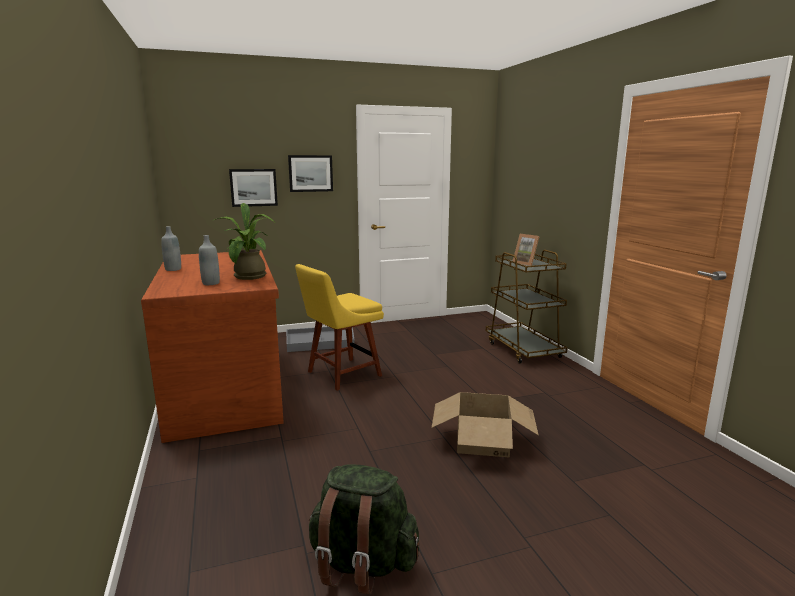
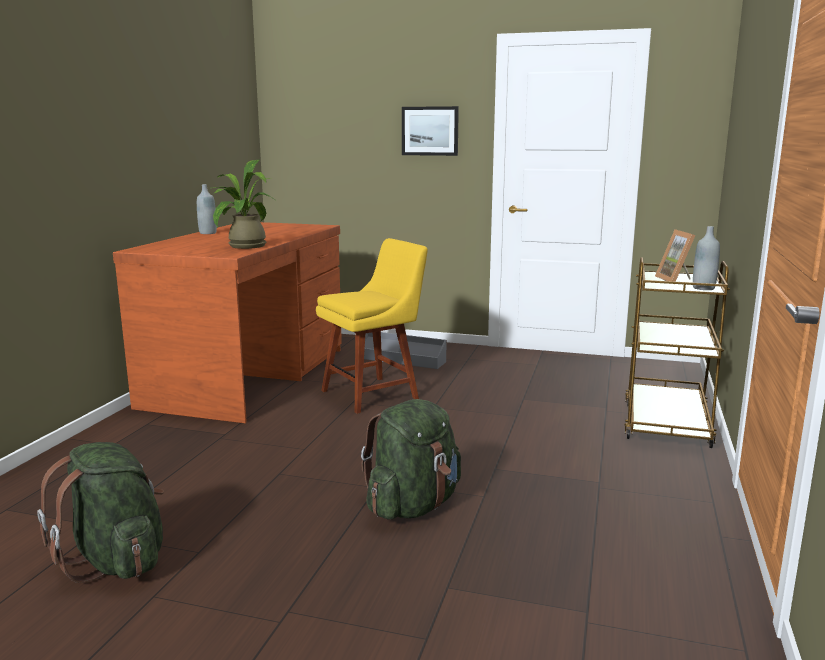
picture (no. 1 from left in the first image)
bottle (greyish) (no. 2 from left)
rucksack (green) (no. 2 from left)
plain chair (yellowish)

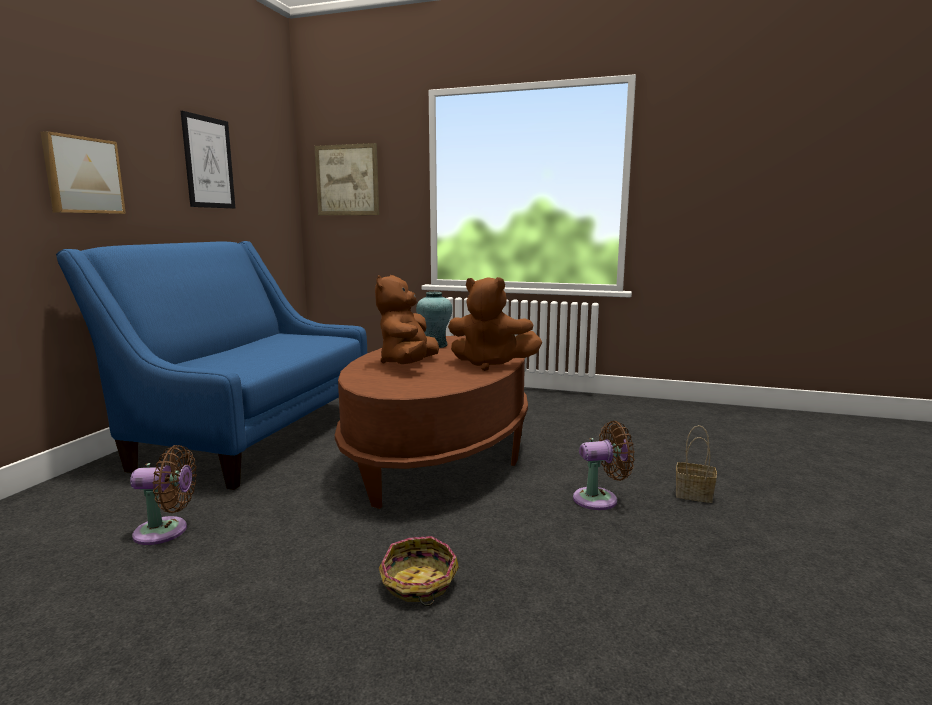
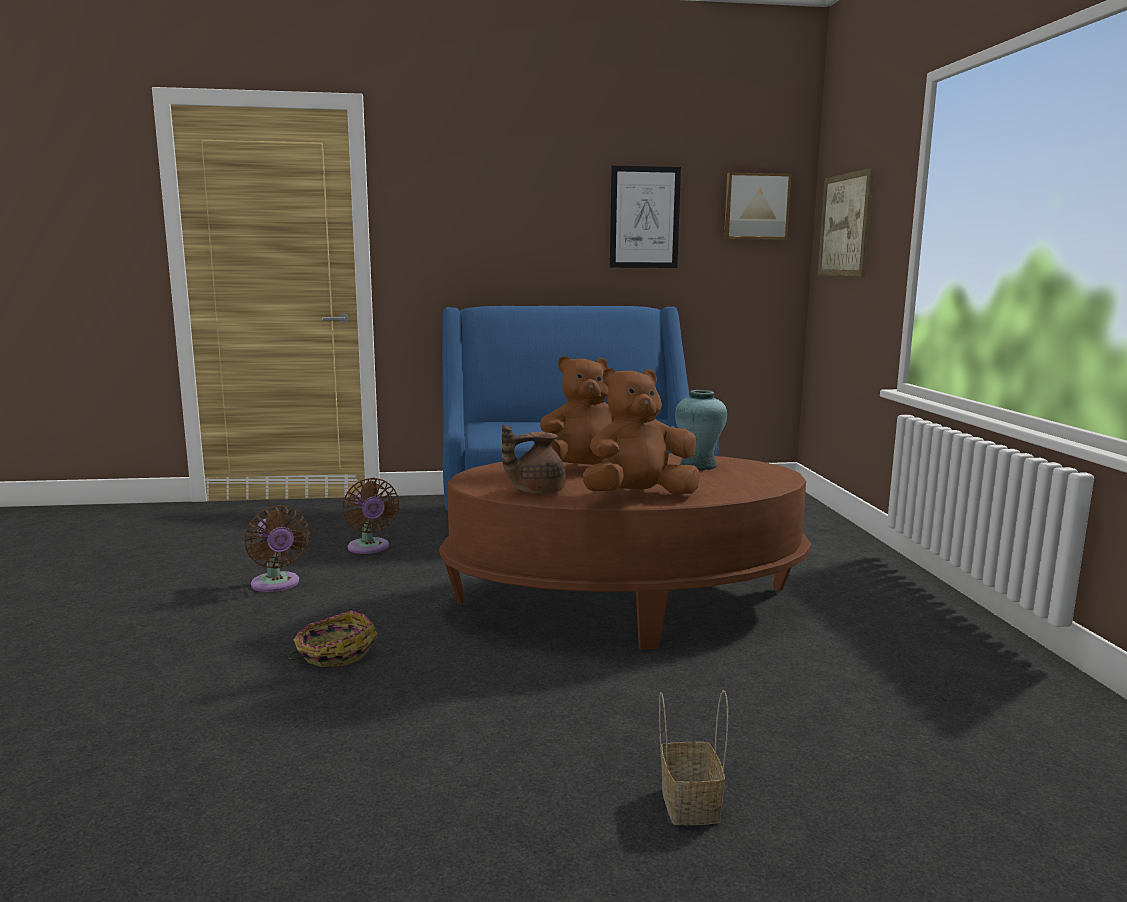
tea pot (brownish)
picture (no. 2 from left)
electric fan (brownish) (no. 1 from left)
cuddly toy (brownish) (no. 2 from left)

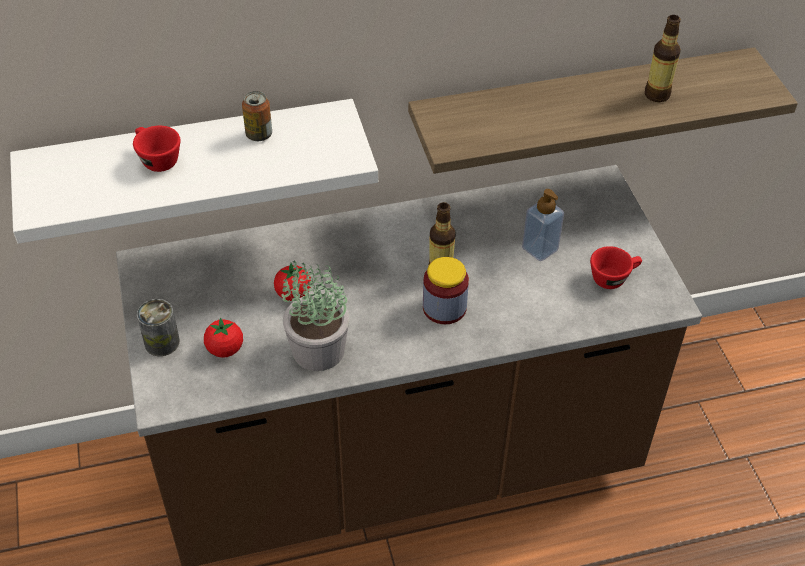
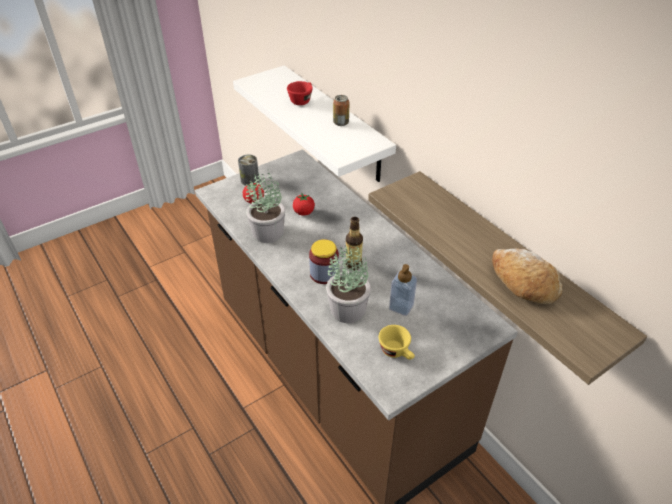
houseplant (no. 2 from left)
baked bread
drinking cup (yellowish)

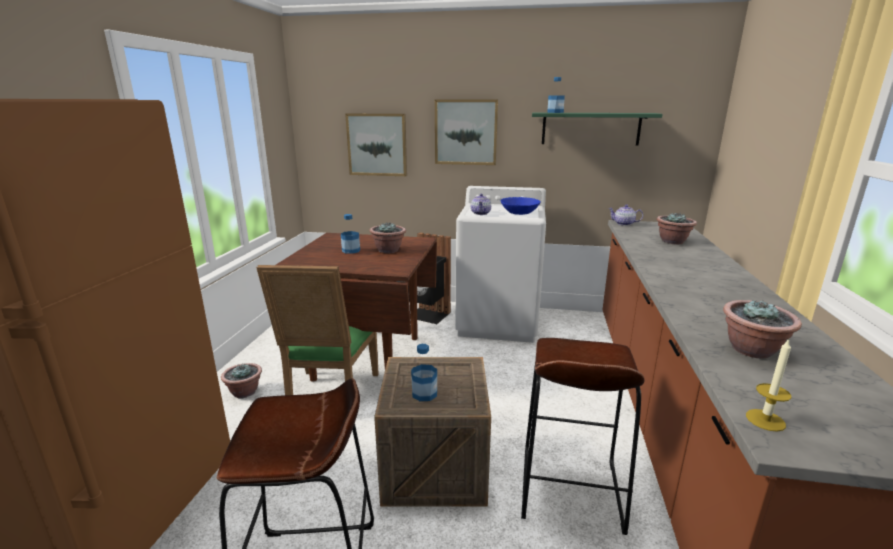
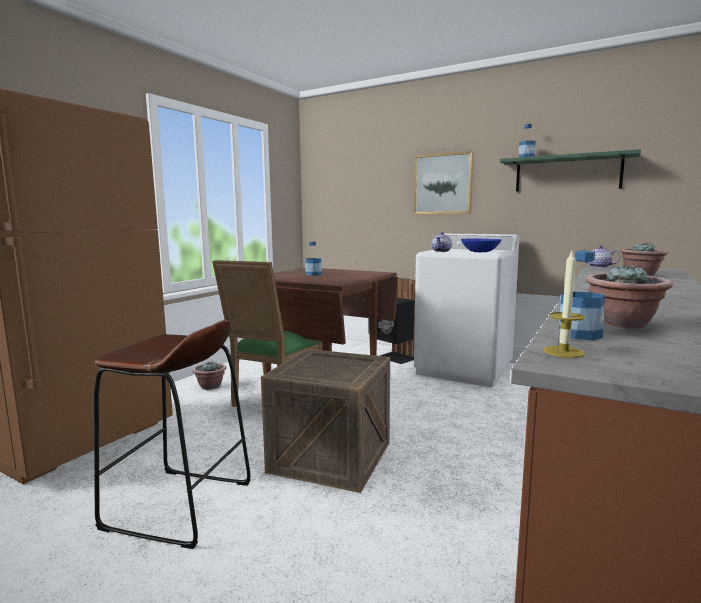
picture (no. 1 from left in the first image)
houseplant (no. 2 from left in the first image)
sitting stool (brownish) (no. 2 from left in the first image)
bottle (no. 3 from left)

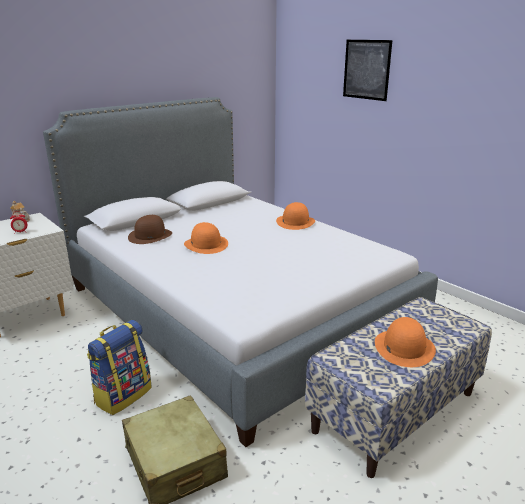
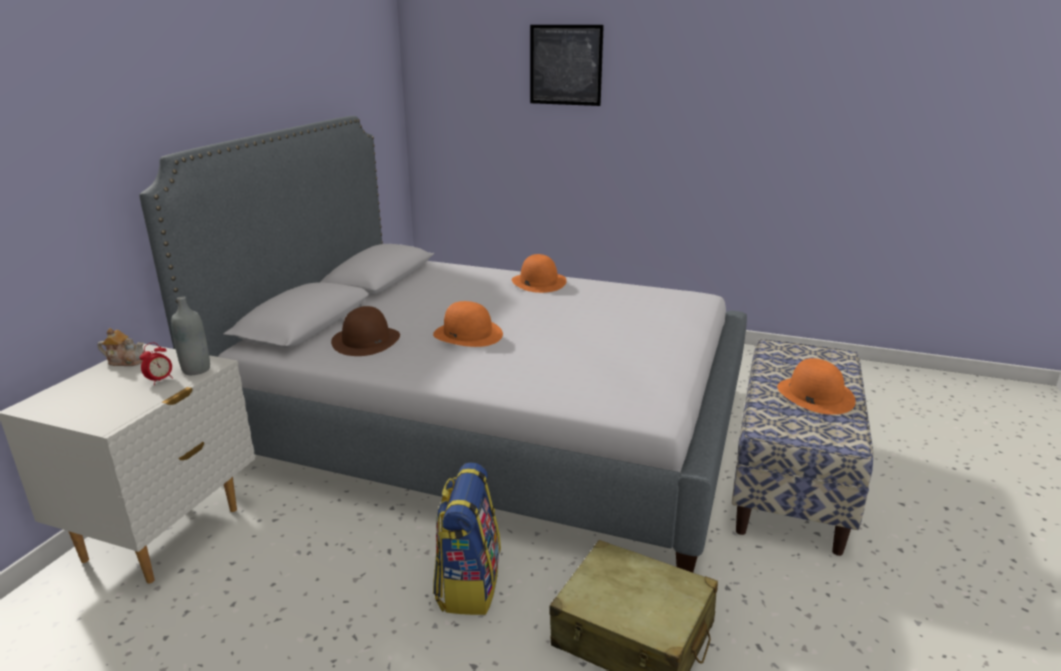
bottle (greyish)

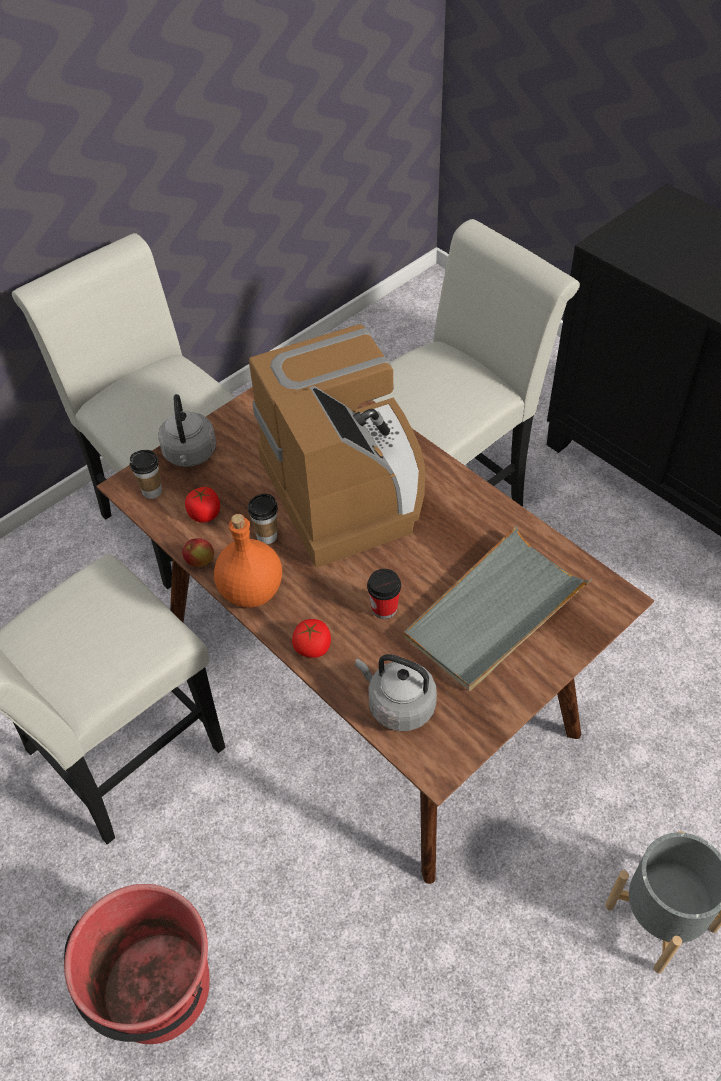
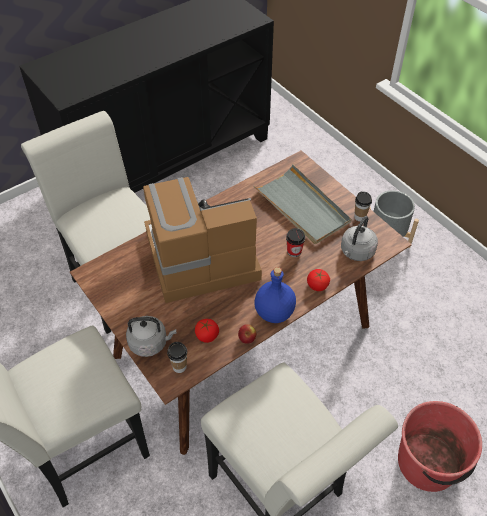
drinking cup (no. 3 from left)
bottle (blue)

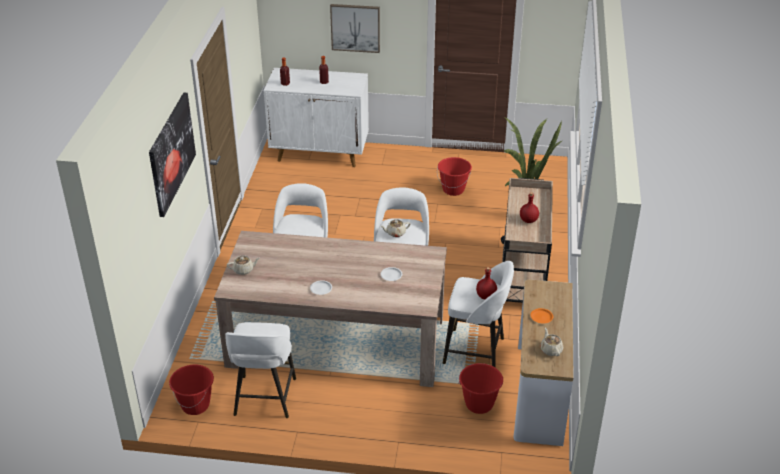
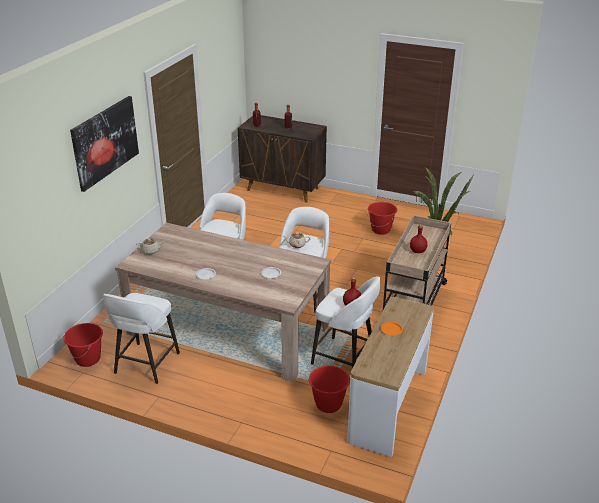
picture (no. 2 from left in the first image)
tea pot (beige) (no. 3 from left in the first image)
storage cabinet (brownish)

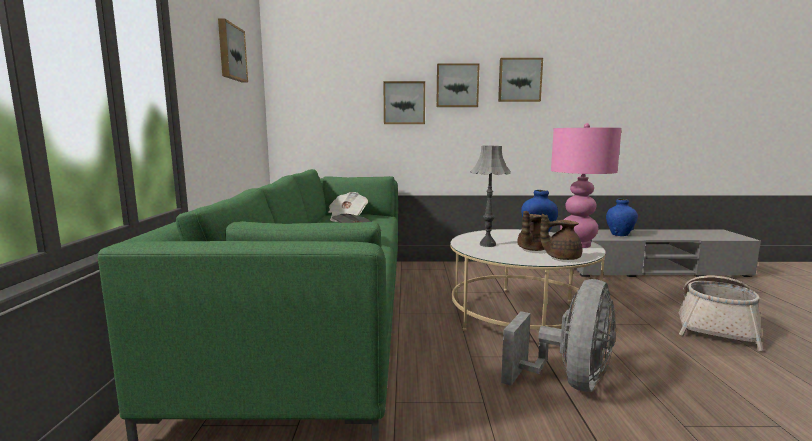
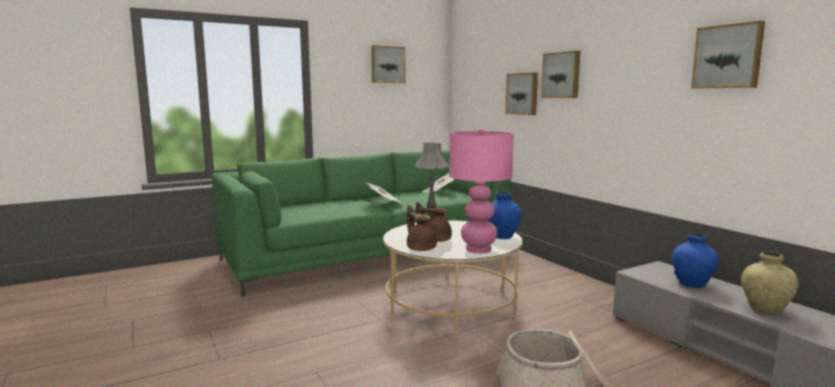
electric fan (greyish)
decorative vase (beige)
picture (no. 4 from left)

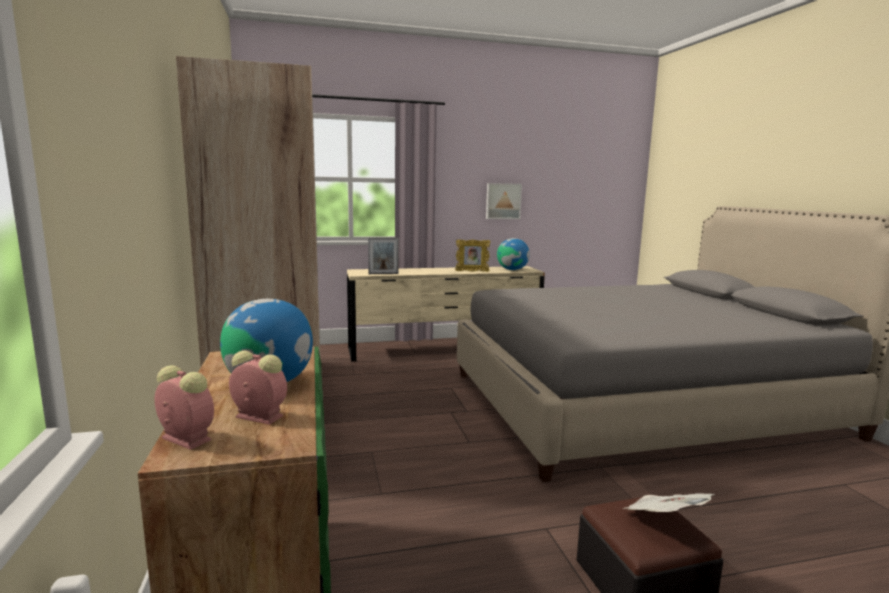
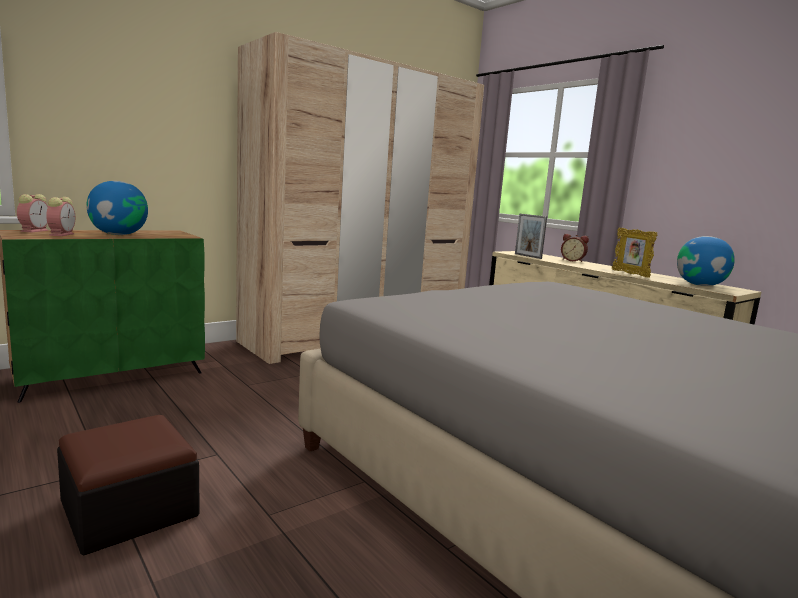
picture
printed paper
table clock (no. 3 from left)

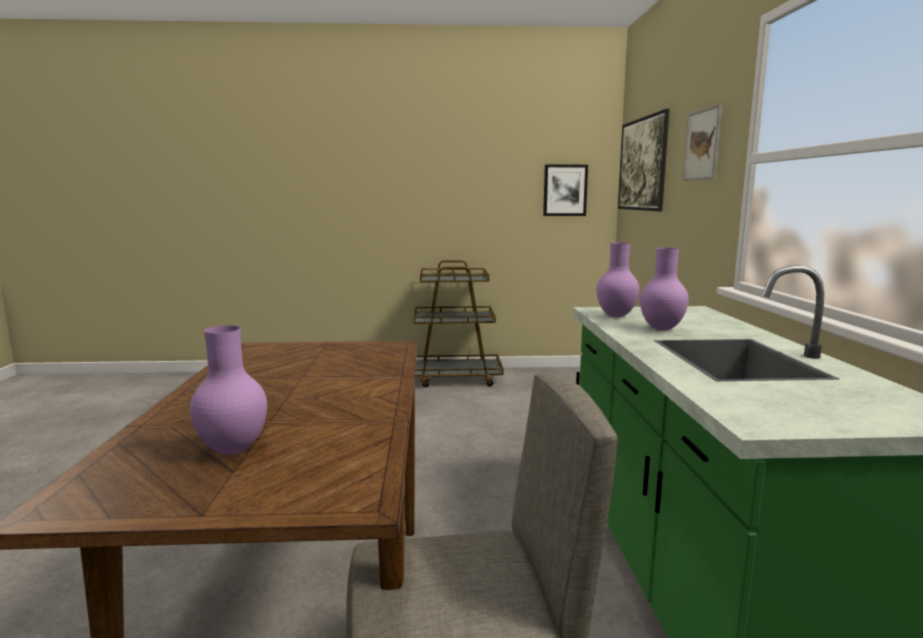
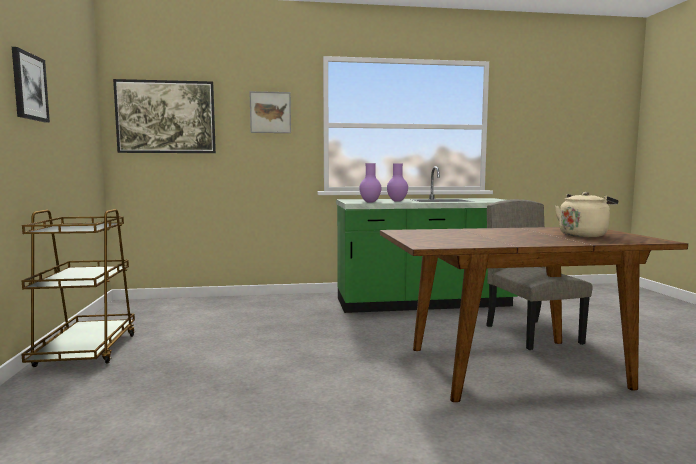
picture (no. 1 from left)
water kettle (beige)

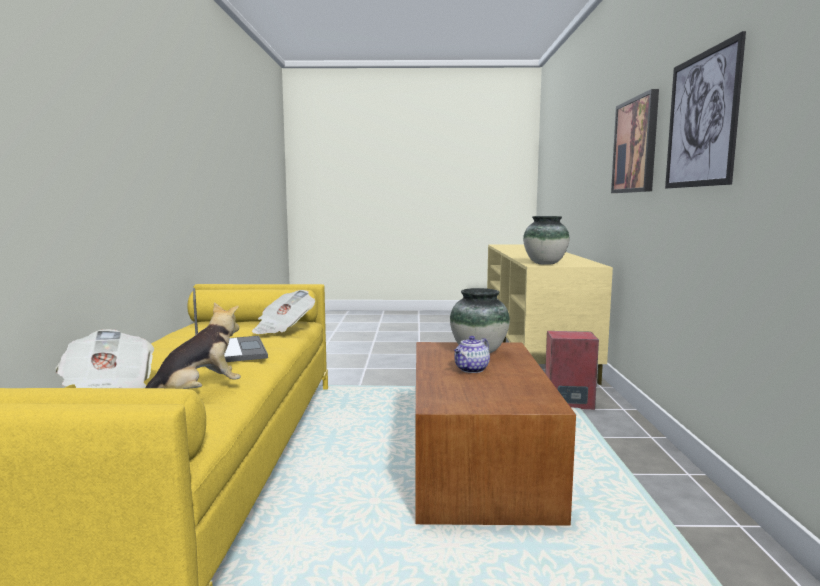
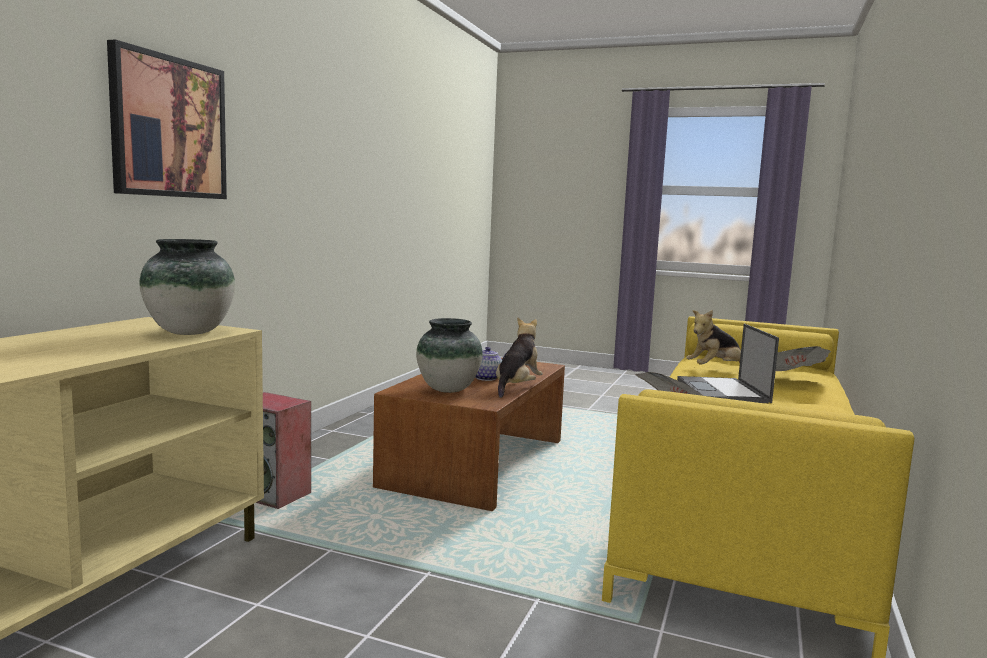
picture (no. 2 from left in the first image)
cuddly toy (no. 1 from left)

